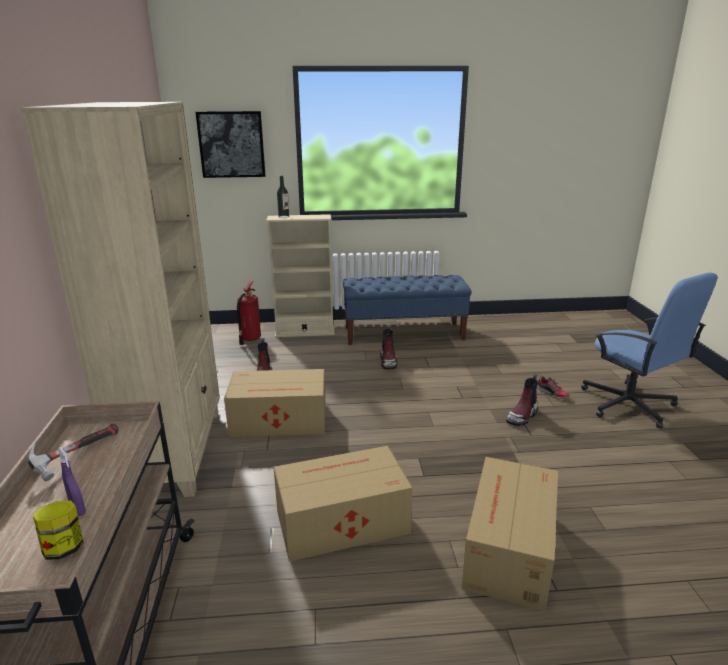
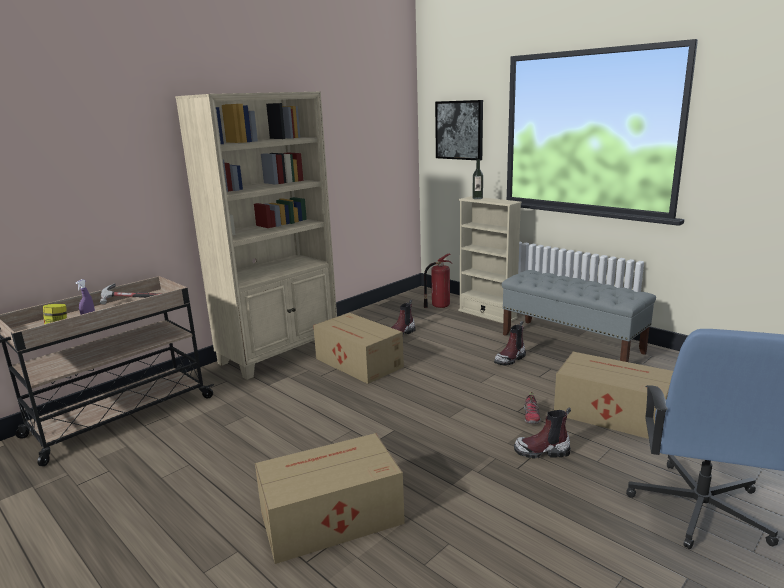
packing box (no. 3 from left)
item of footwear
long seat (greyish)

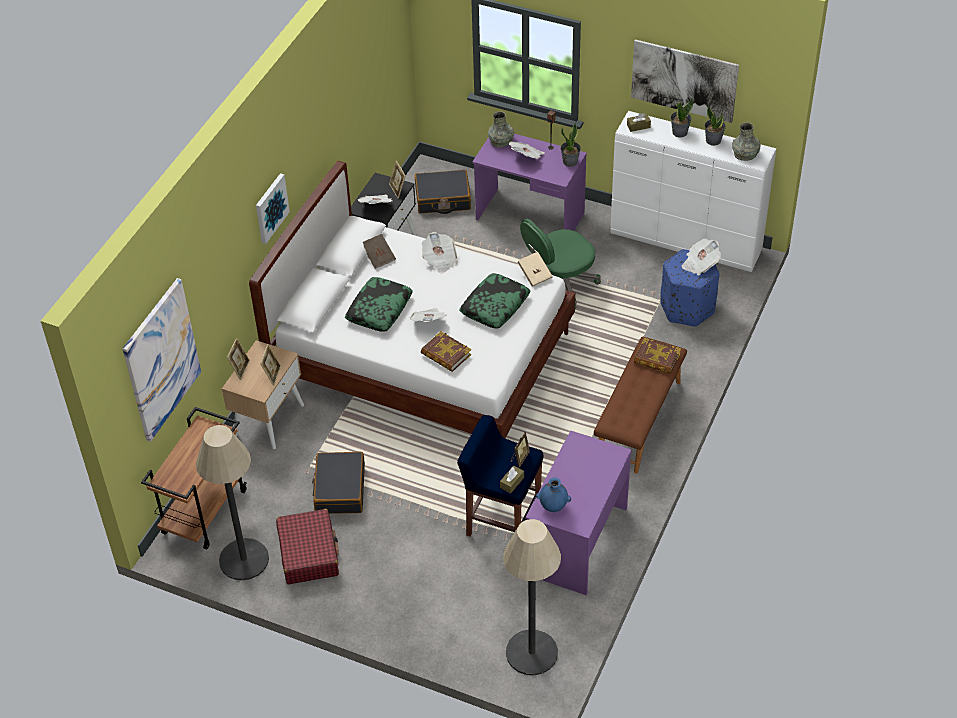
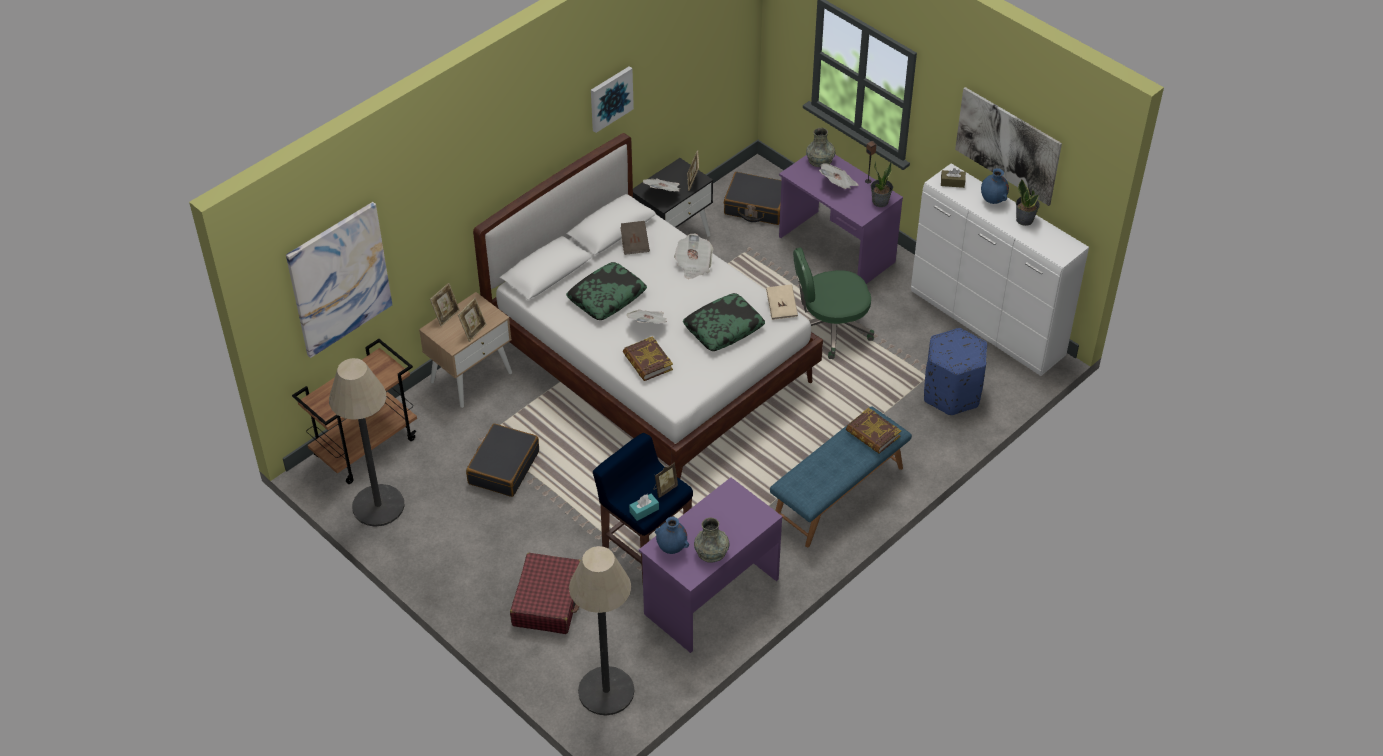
printed paper (no. 5 from left in the first image)
picture (no. 2 from left)
piece of luggage (red)
decorative vase (greyish) (no. 1 from left)
decorative vase (blue) (no. 2 from left)
box of tissues (blue-green)
long seat (blue)

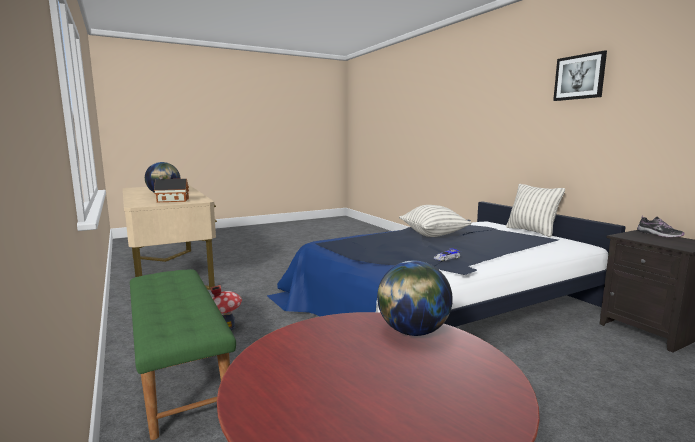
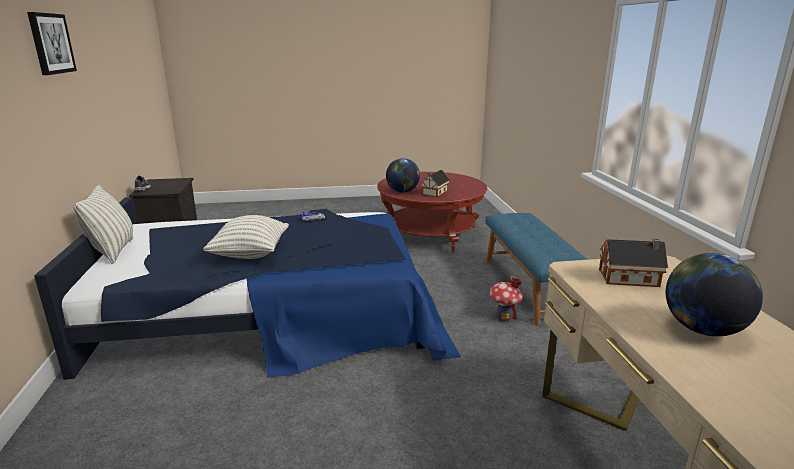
model house (no. 1 from left)
long seat (blue)

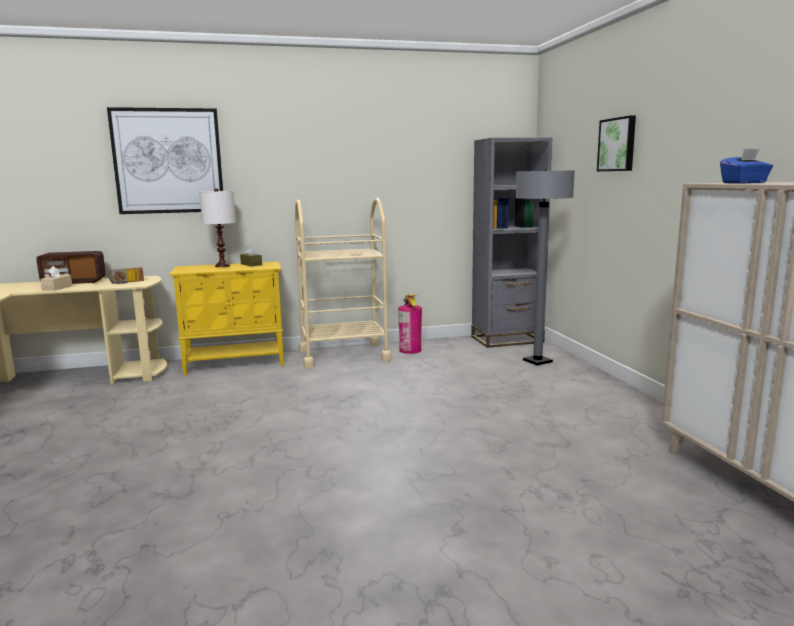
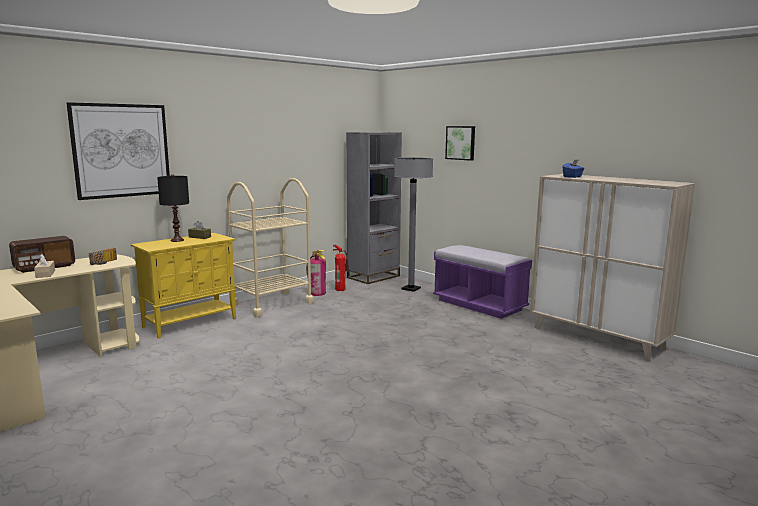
extinguisher (no. 2 from left)
long seat (purple)
table lamp (blackish)

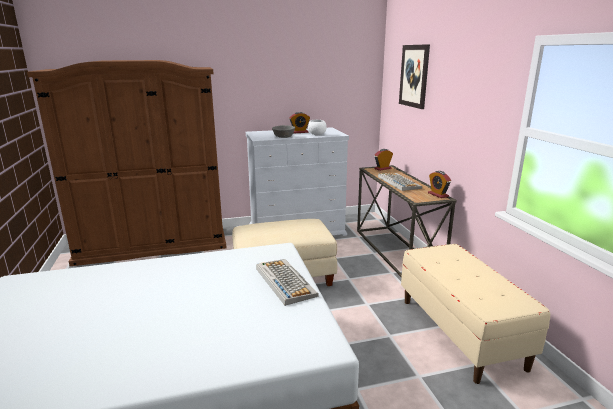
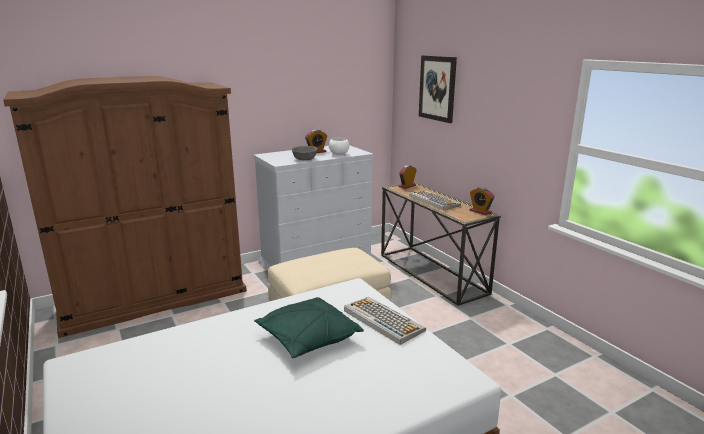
long seat (beige)
throw pillow (green)

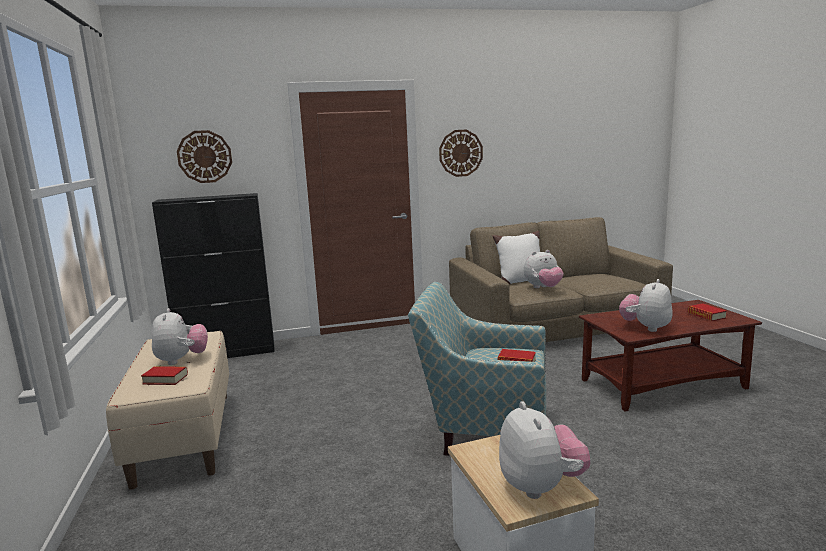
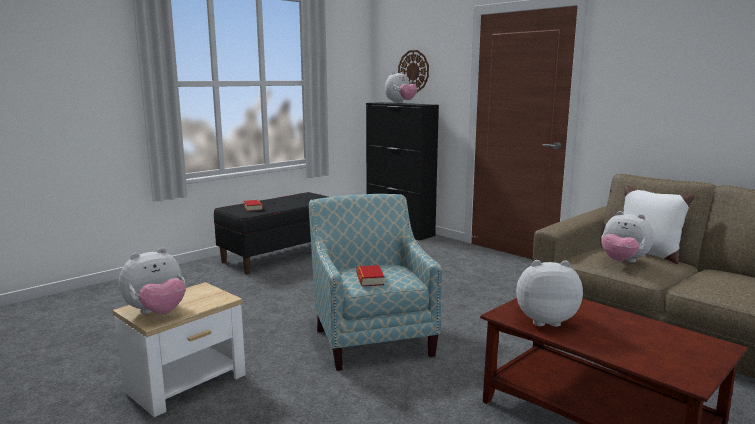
wall clock (no. 2 from left in the first image)
bound book (no. 3 from left in the first image)
cuddly toy (no. 2 from left)
long seat (blackish)

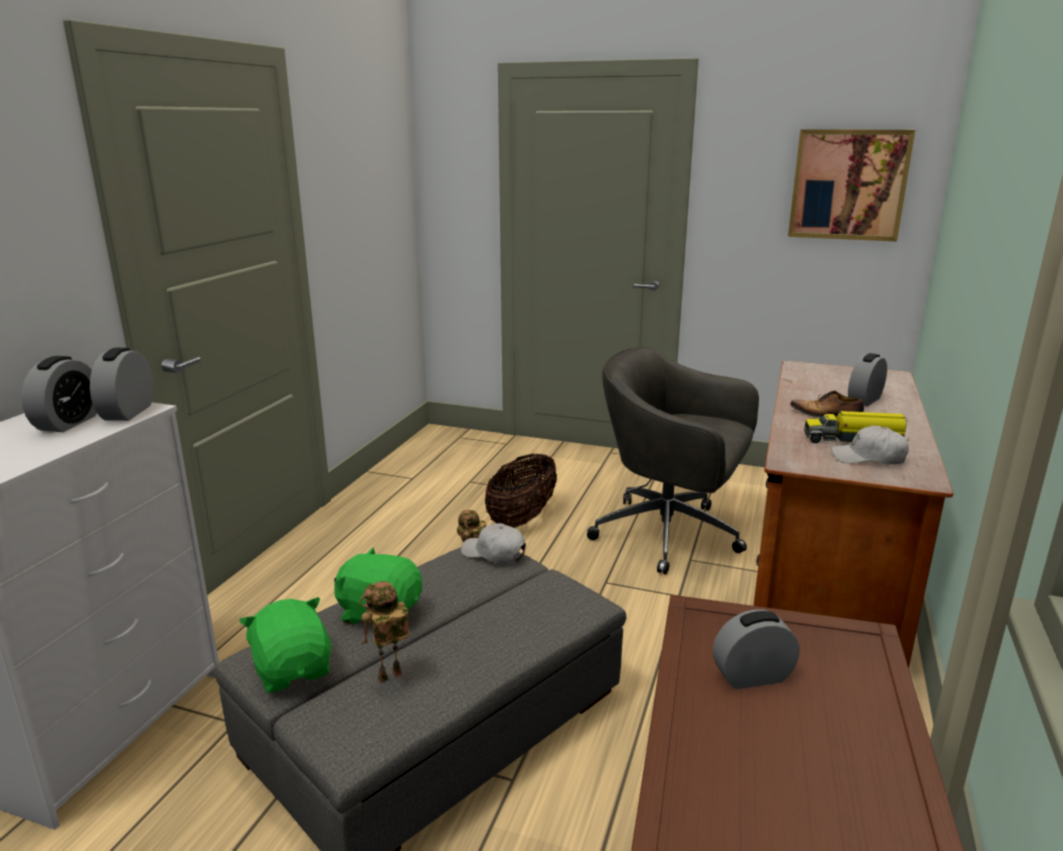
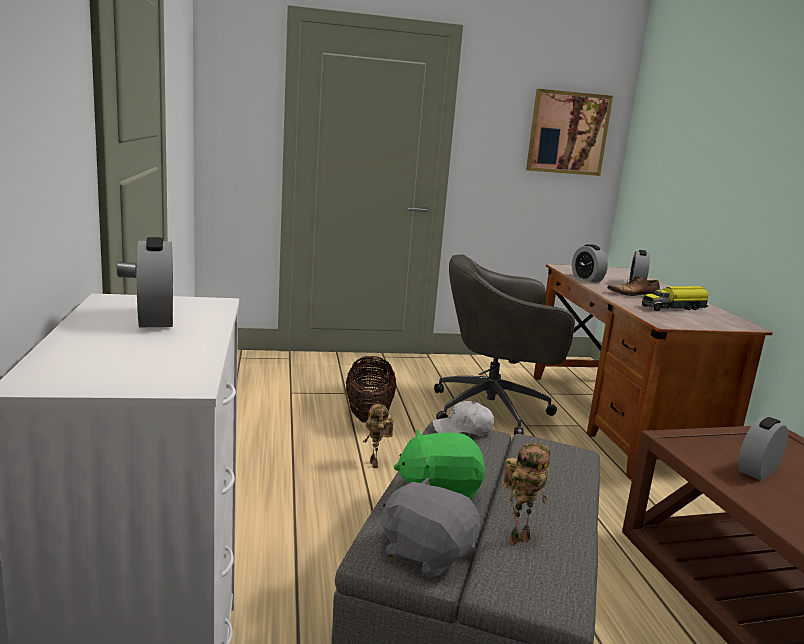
cap (whitish) (no. 2 from left in the first image)
table clock (no. 2 from left)
cuddly toy (greyish)
robot figure (no. 2 from left)

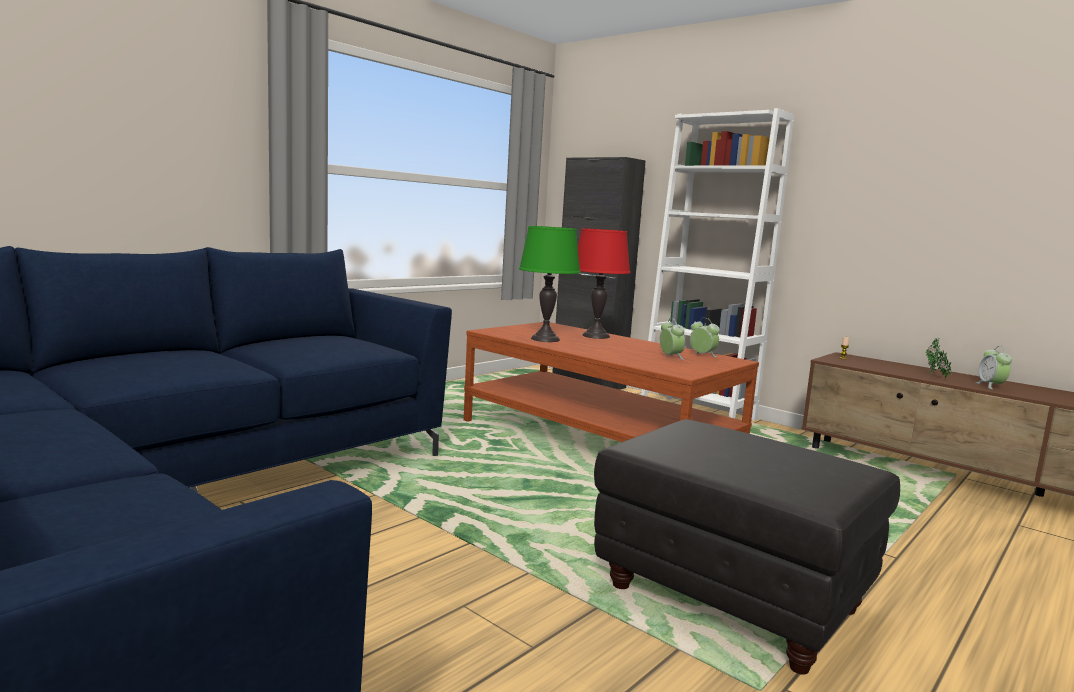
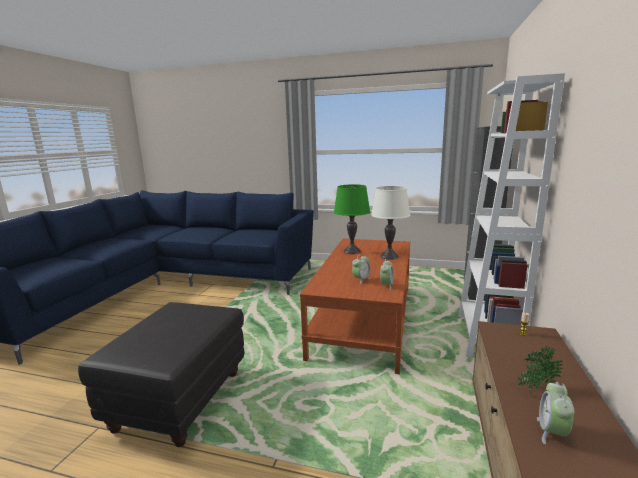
table lamp (whitish)
table clock (no. 3 from left)

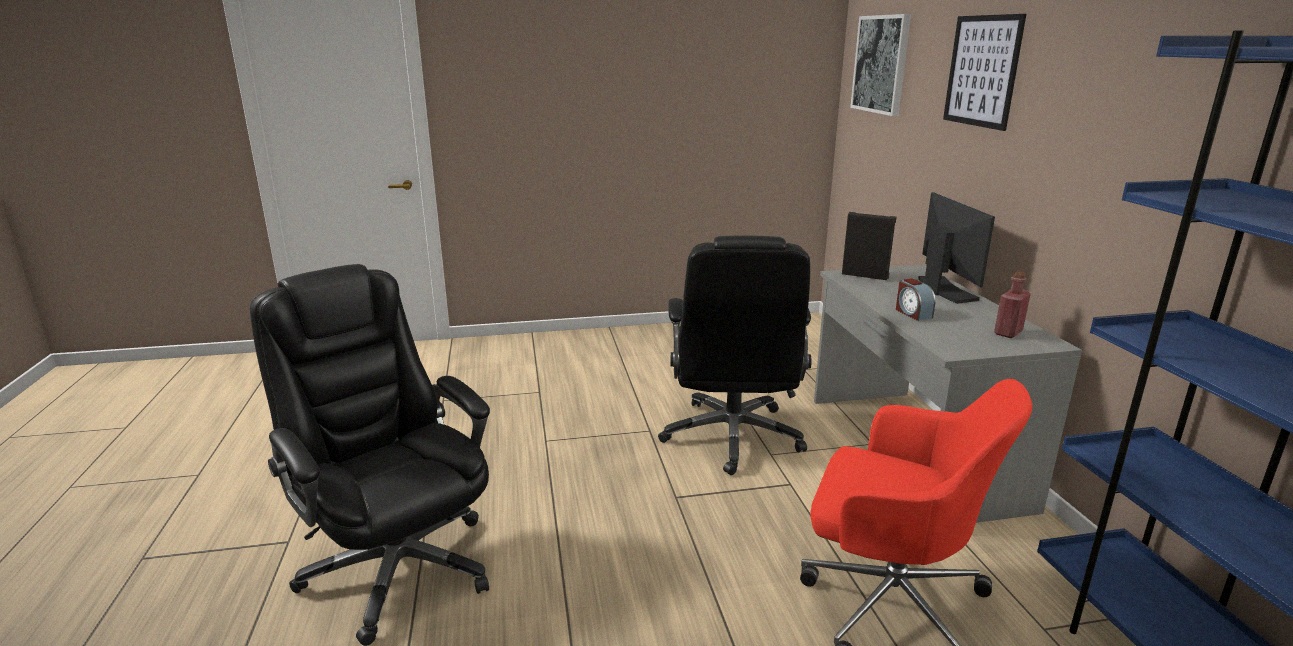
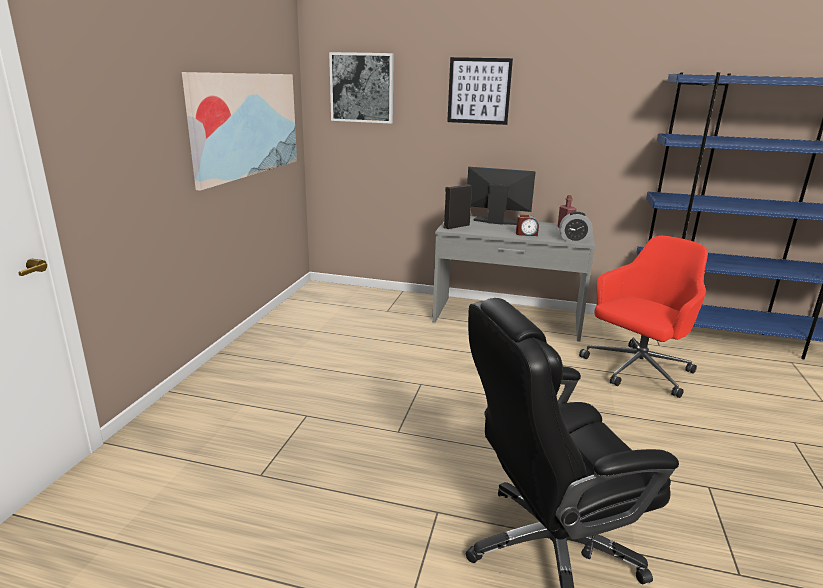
desk chair (blackish) (no. 2 from left in the first image)
picture (no. 1 from left)
table clock (no. 2 from left)

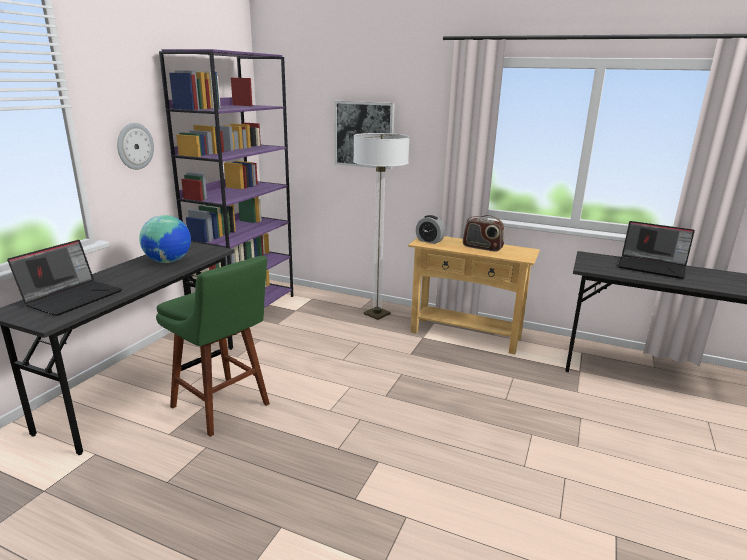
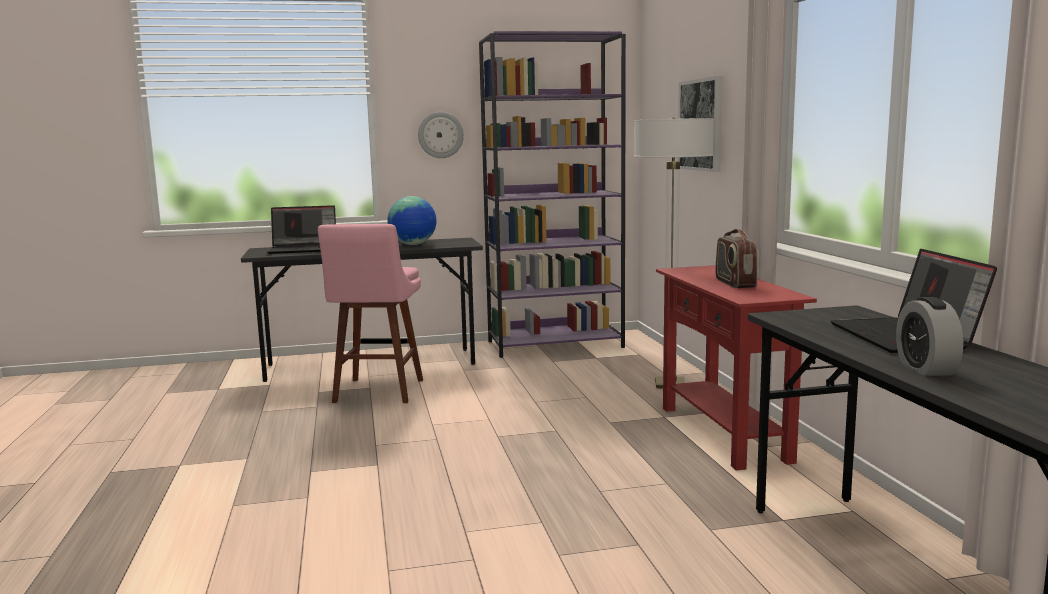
table clock
sitting stool (pinkish)
hall table (red)

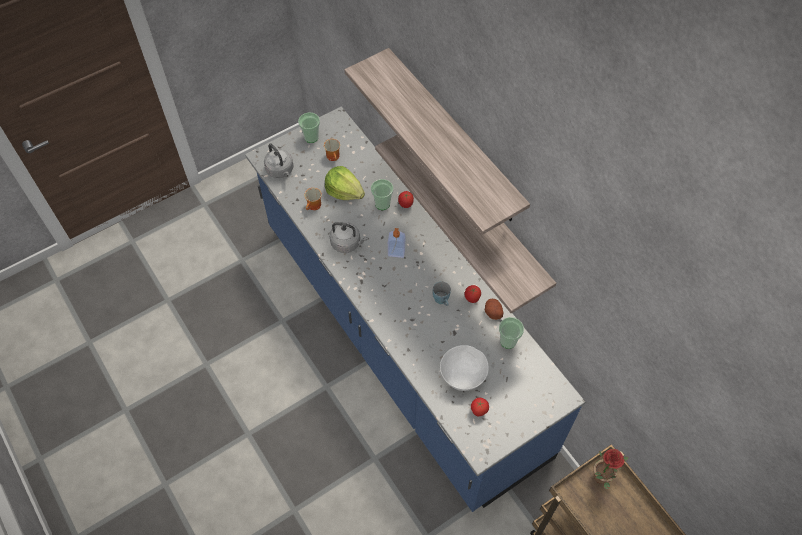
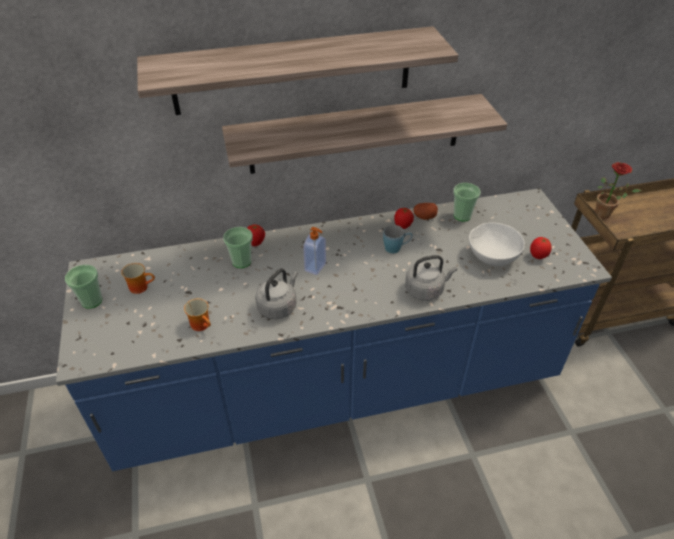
head of lettuce
water kettle (greyish) (no. 2 from left)

